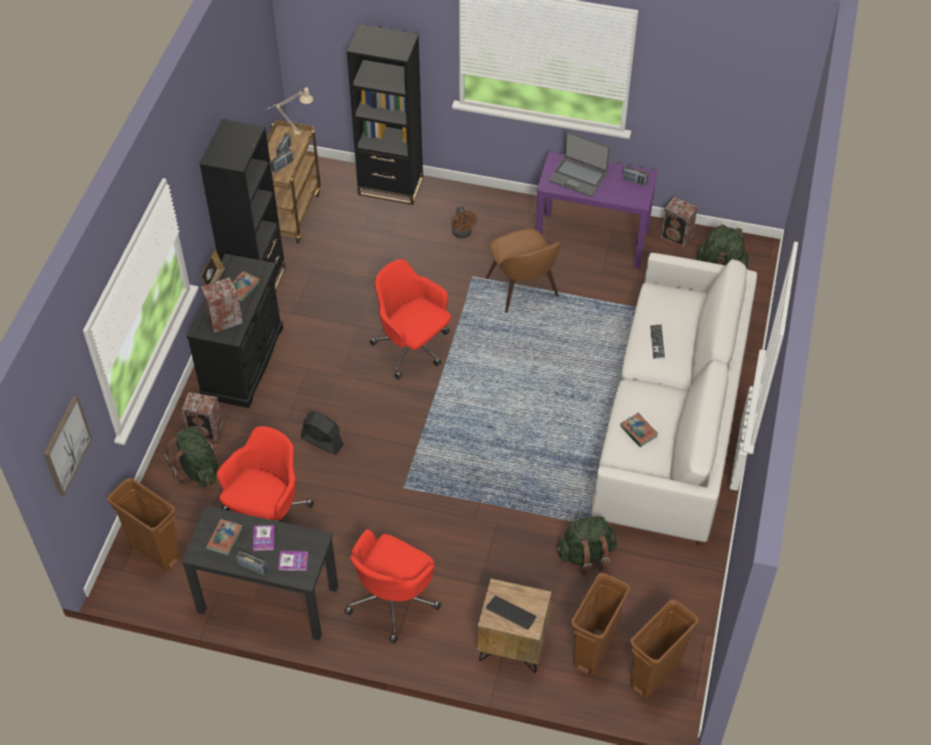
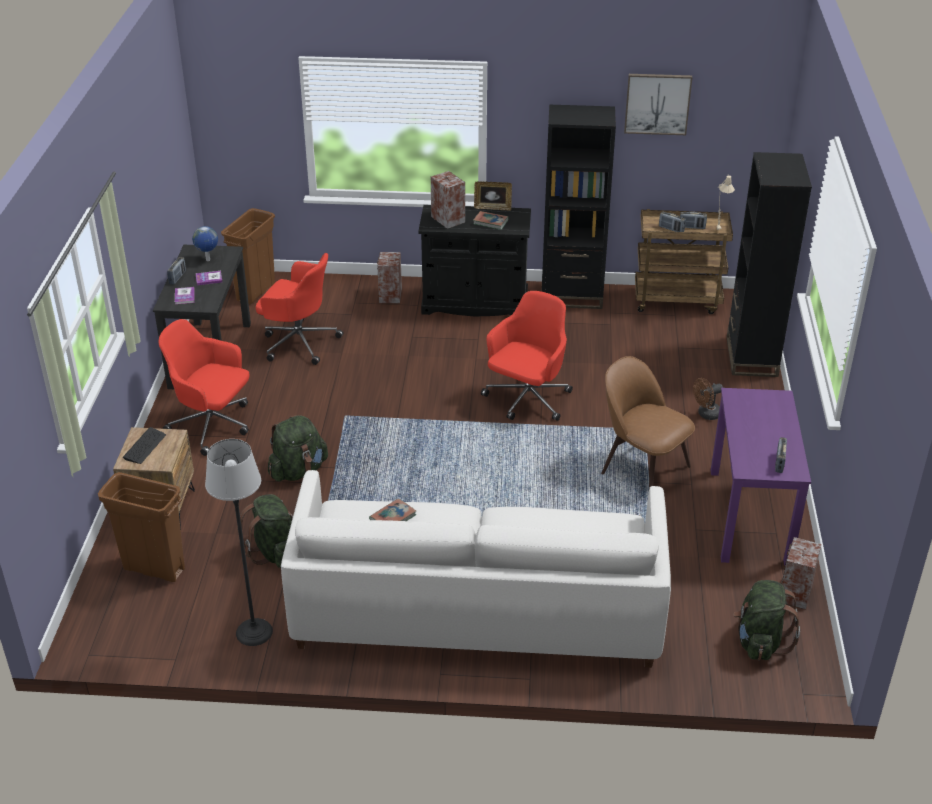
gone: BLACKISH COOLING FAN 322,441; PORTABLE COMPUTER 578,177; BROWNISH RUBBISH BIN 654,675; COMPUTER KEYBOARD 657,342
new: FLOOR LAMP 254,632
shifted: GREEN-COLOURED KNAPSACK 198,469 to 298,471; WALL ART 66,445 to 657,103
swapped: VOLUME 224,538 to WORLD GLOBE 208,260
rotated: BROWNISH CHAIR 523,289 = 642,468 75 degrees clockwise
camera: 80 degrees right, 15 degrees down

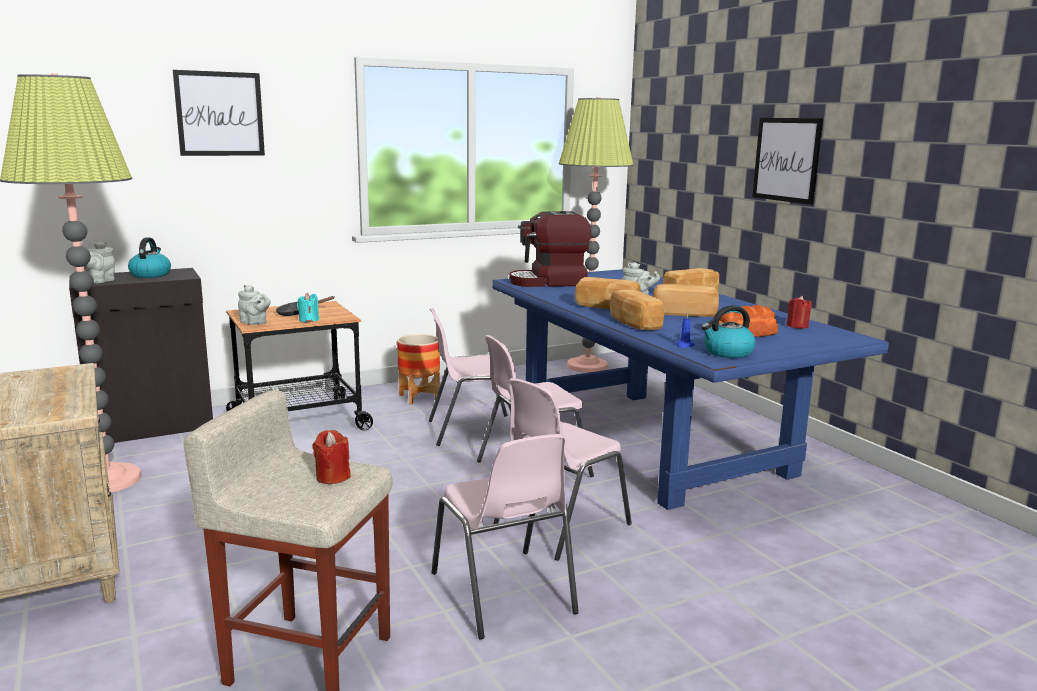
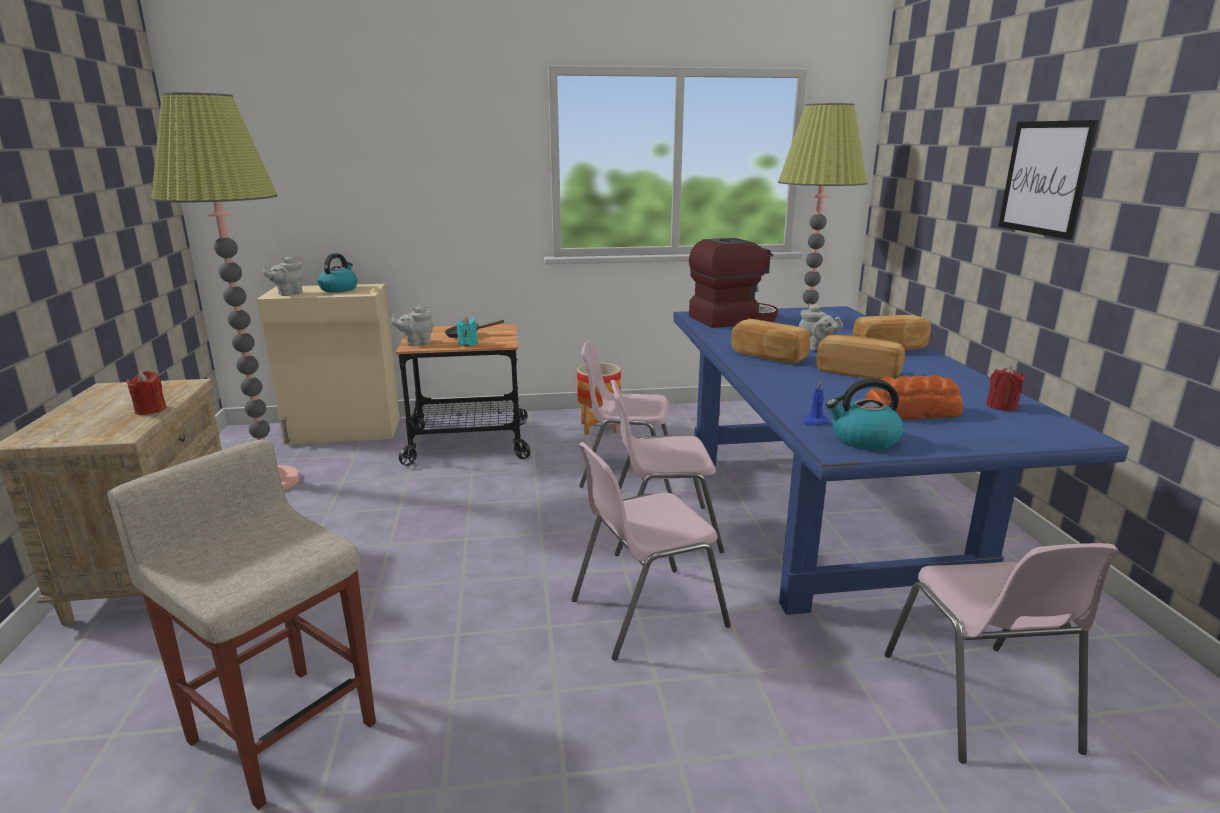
gone: WALL ART 220,114; BAKED BREAD 633,323
shifted: RED WAX LIGHT 333,477 to 150,410; PINK CHAIR 503,594 to 979,703
repainted: BLACKISH CABINET 153,427 to BEIGE-COLOURED CABINET 344,431
rotated: GREYISH POT FOR TEA 255,323 = 416,343 105 degrees clockwise; COFFEE MAKER 549,282 = 733,319 150 degrees clockwise
camera: 20 degrees right, 5 degrees up

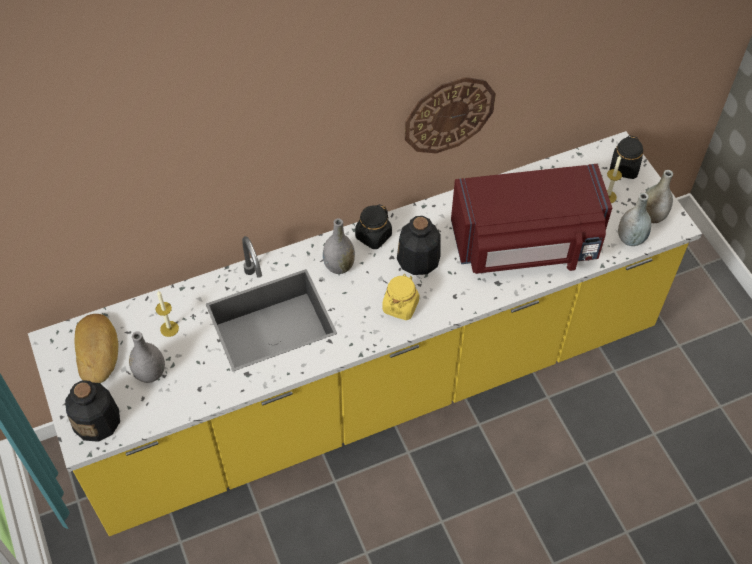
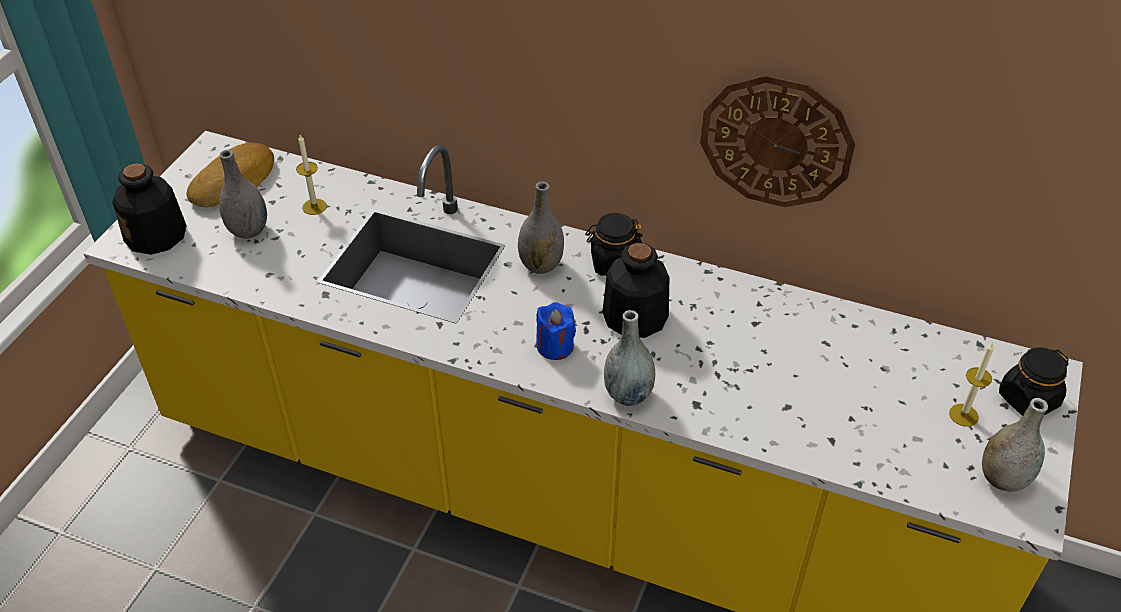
gone: RED MICROWAVE OVEN 526,245
shifted: GREYISH DECORATIVE VASE 630,239 to 628,395
swapped: YELLOWISH STORAGE JAR 400,306 to BLUE WAX LIGHT 555,346
camera: 45 degrees right, 10 degrees down

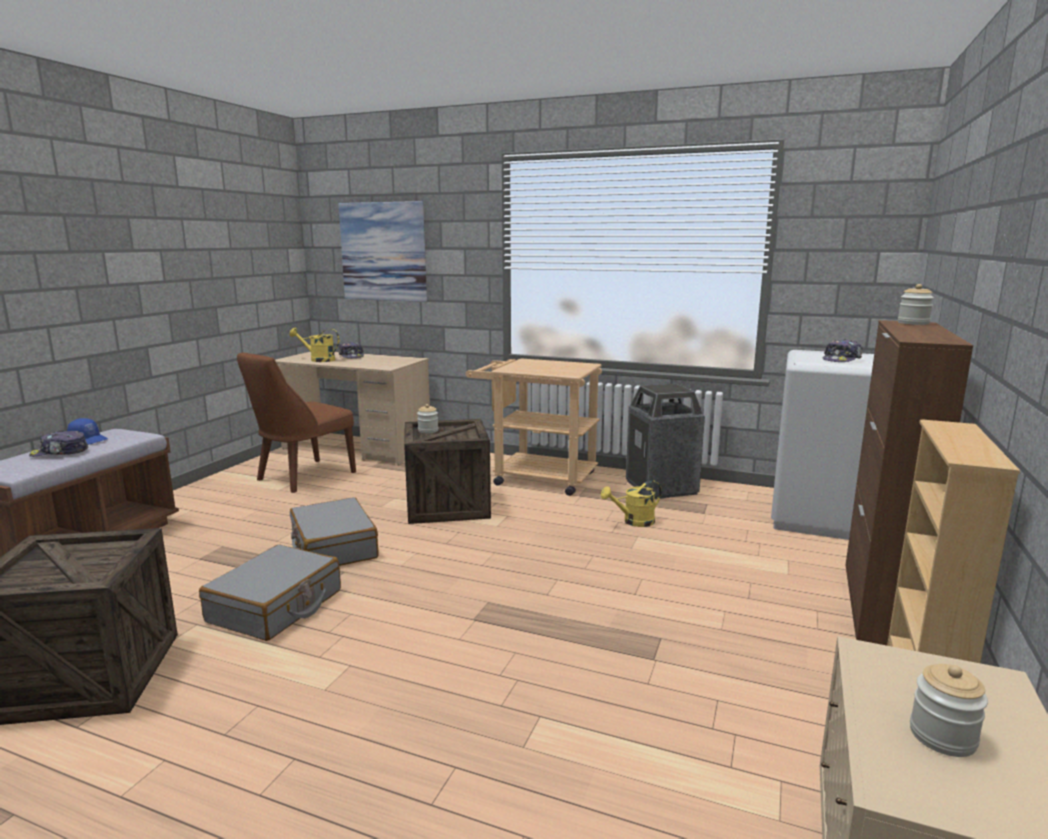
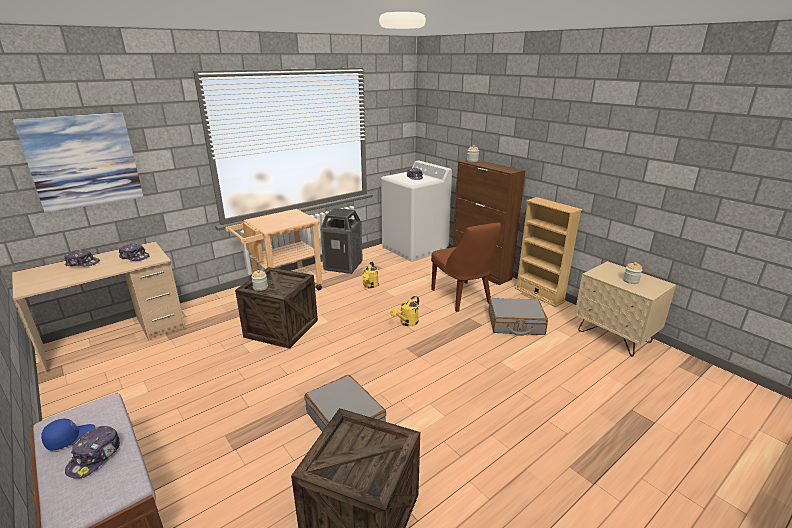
new: PEAKED CAP 135,257
shifted: YELLOWISH WATERING CAN 318,360 to 407,323; BROWNISH CHAIR 302,477 to 462,298; GREYISH TRAVEL CASE 333,547 to 515,324
camera: 60 degrees left, 10 degrees up

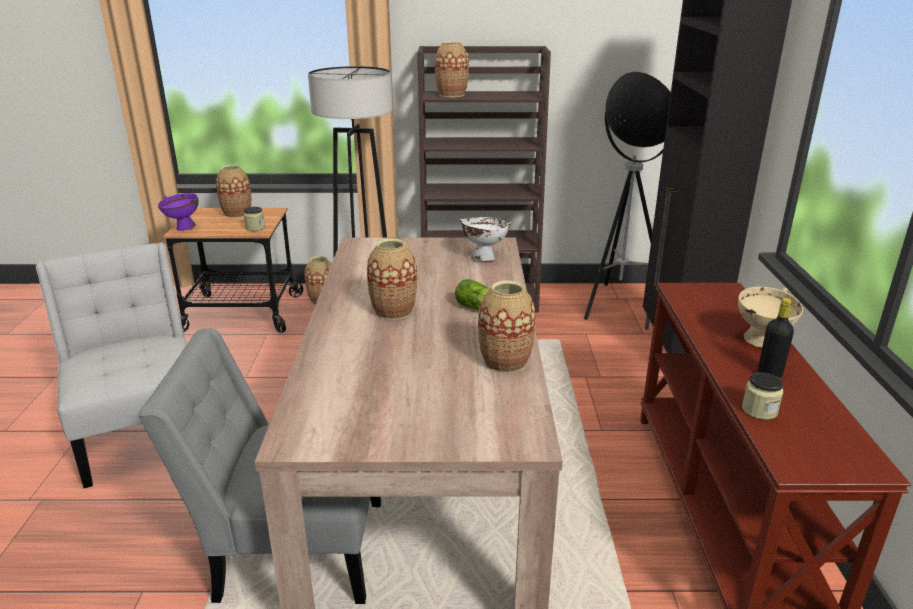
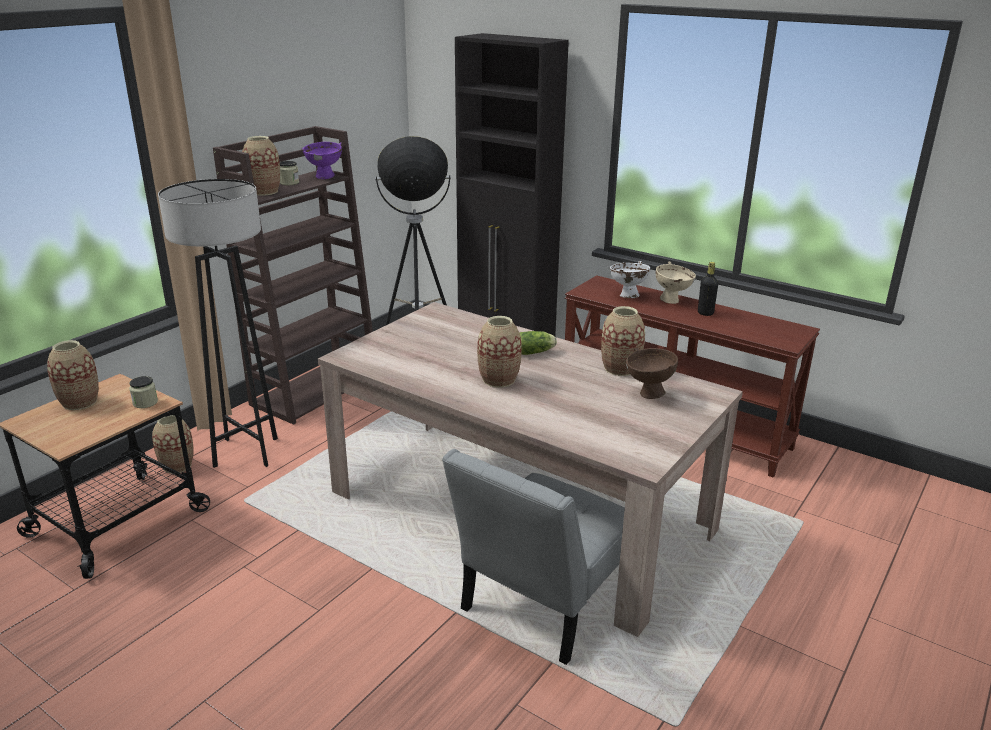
gone: WHITE-COLOURED CHAIR 143,432
new: BROWNISH DEEP DISH 649,395
shifted: STORAGE JAR 759,410 to 289,183; PURPLE-COLOURED DEEP DISH 183,228 to 325,177; WHITE-COLOURED DEEP DISH 483,257 to 627,296
camera: 55 degrees left, 0 degrees up

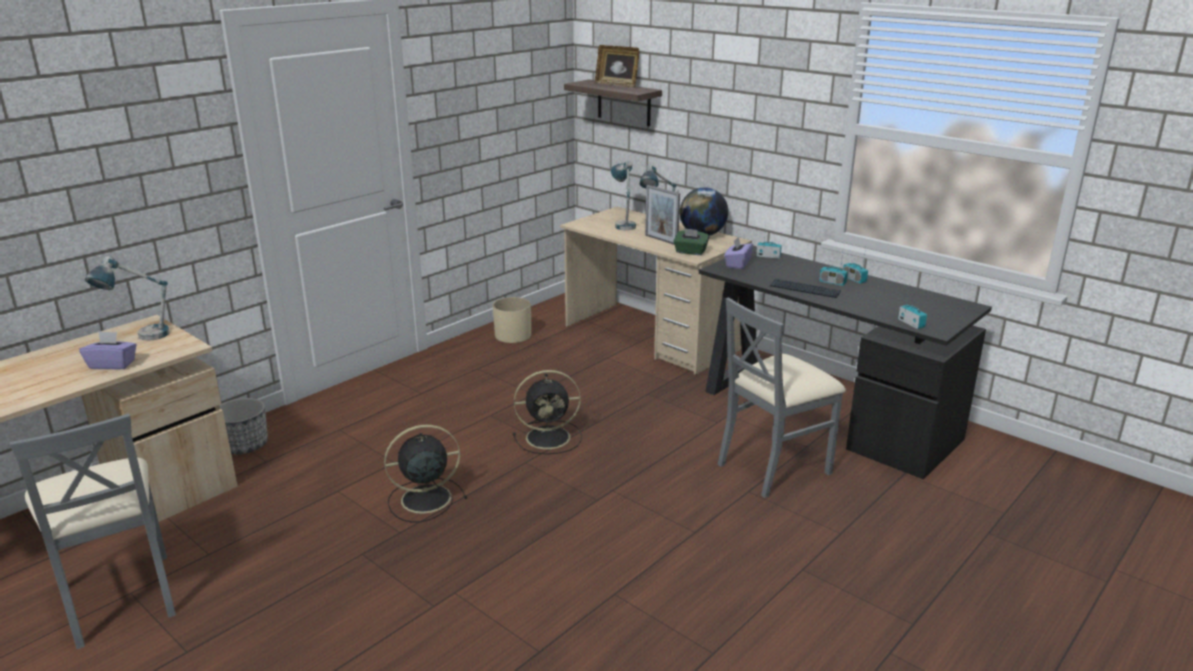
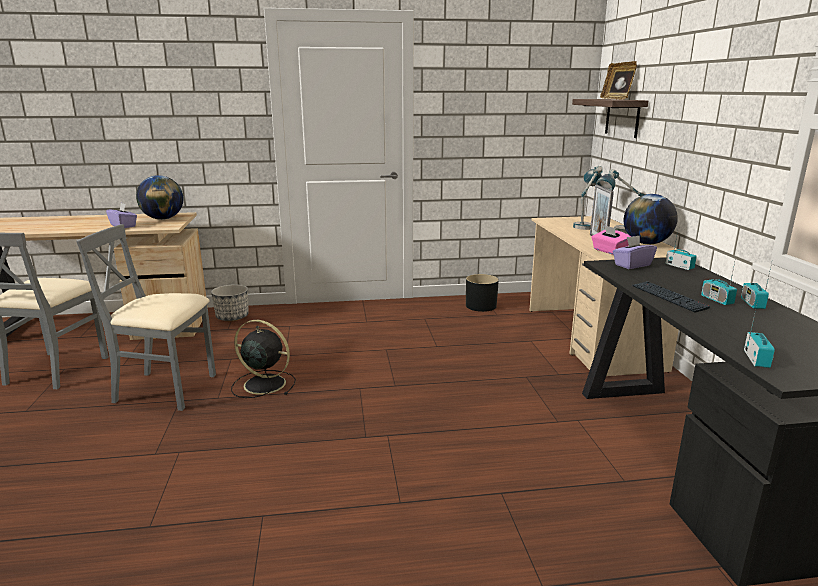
gone: BLACKISH COOLING FAN 550,437
shifted: GREYISH CHAIR 773,467 to 166,389
swapped: TABLE LAMP 140,338 to WORLD GLOBE 163,219
repainted: BEIGE-COLOURED PLANT POT 513,335 to BLACKISH PLANT POT 481,306; GREEN-COLOURED BOX OF TISSUES 690,252 to PINK BOX OF TISSUES 609,251
camera: 40 degrees right, 5 degrees down

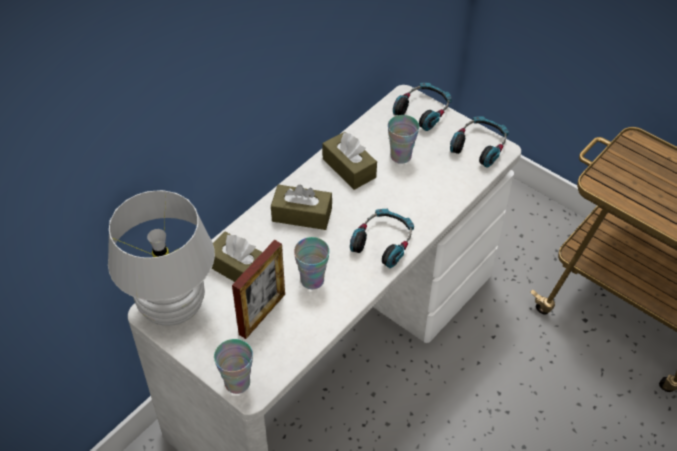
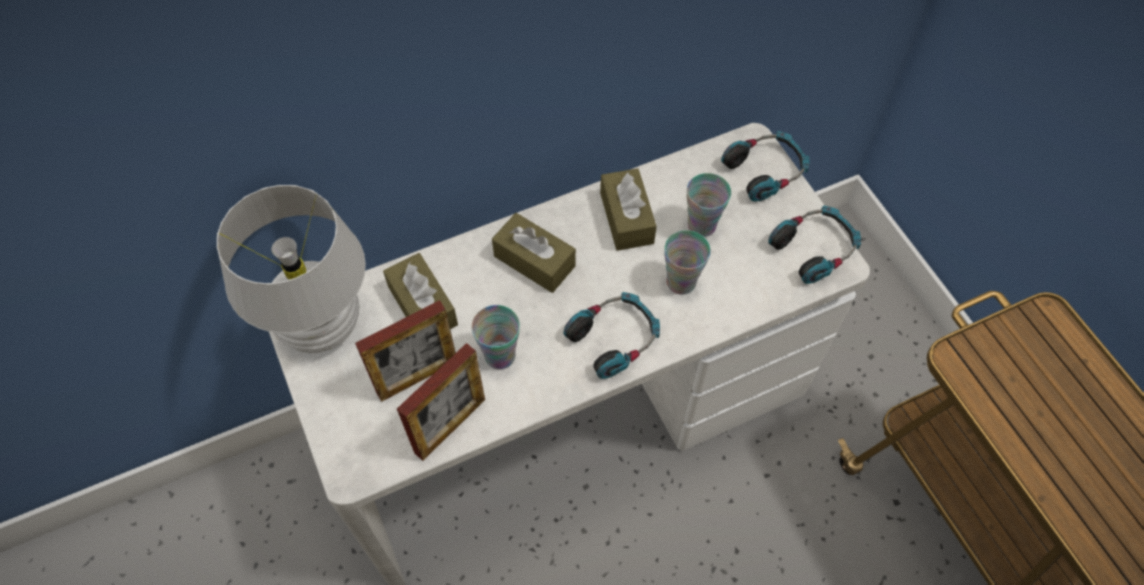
new: PICTURE FRAME 450,426
shifted: DRINKING CUP 237,383 to 681,282
camera: 25 degrees right, 10 degrees up

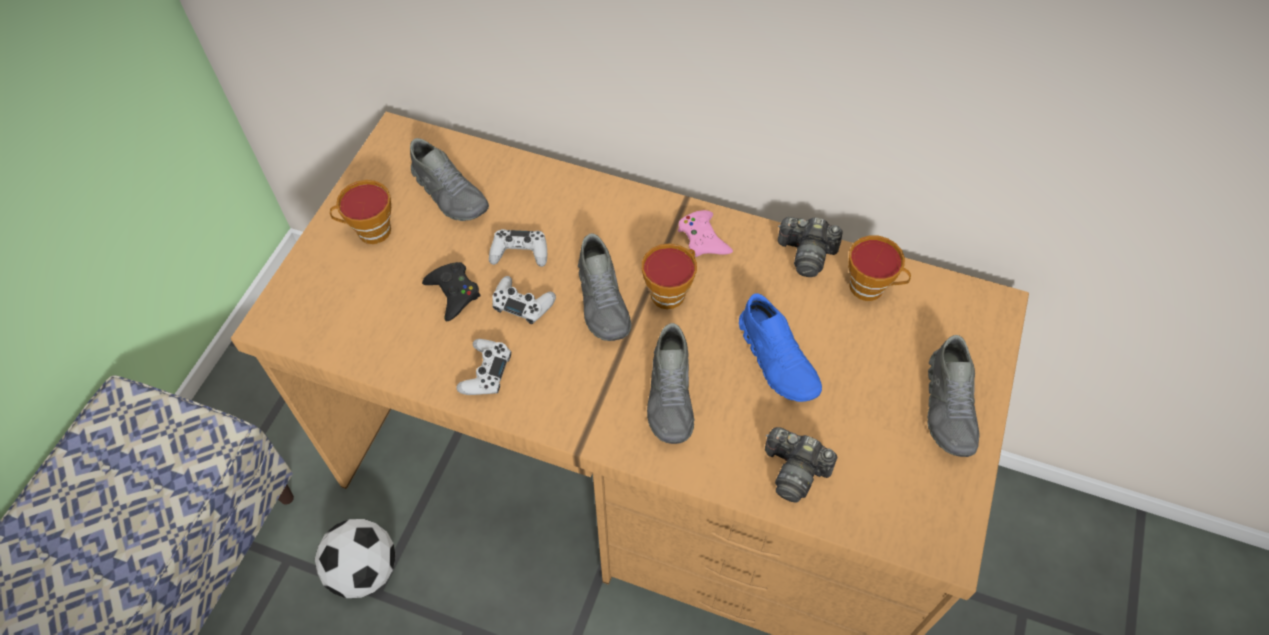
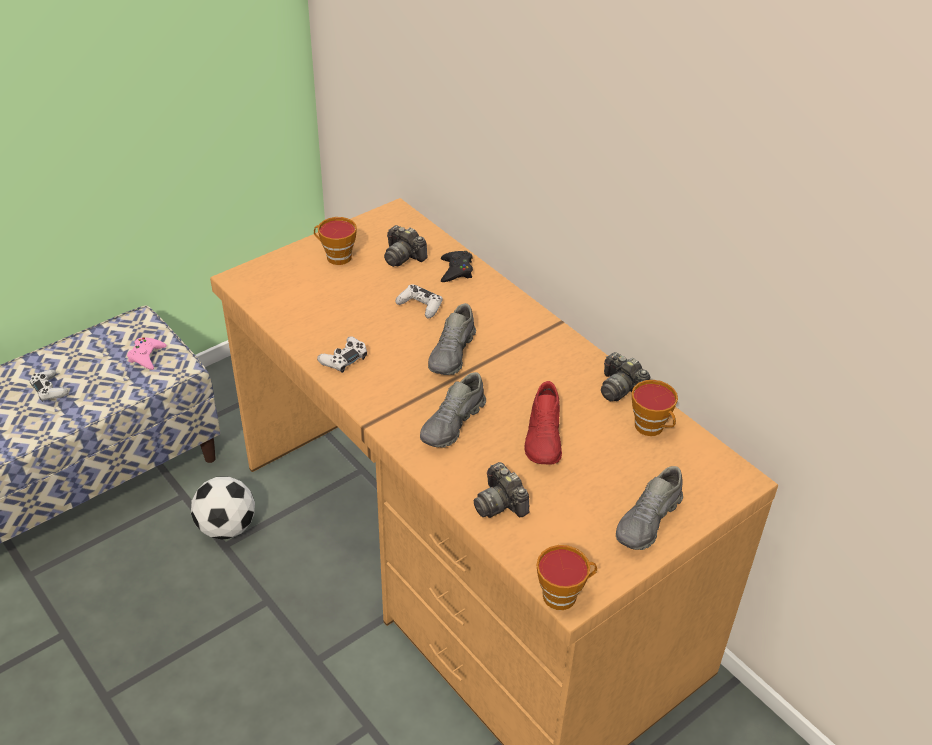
shifted: WHITE-COLOURED GAME CONTROLLER 522,304 to 49,389; PINK GAME CONTROLLER 703,239 to 146,356; BLACKISH GAME CONTROLLER 453,293 to 456,270; DRINKING CUP 670,291 to 563,594
swapped: GREYISH LOW SHOE 450,193 to PHOTO CAMERA 403,256
repainted: BLUE LOW SHOE 777,359 to RED LOW SHOE 544,437
camera: 30 degrees right, 15 degrees down

